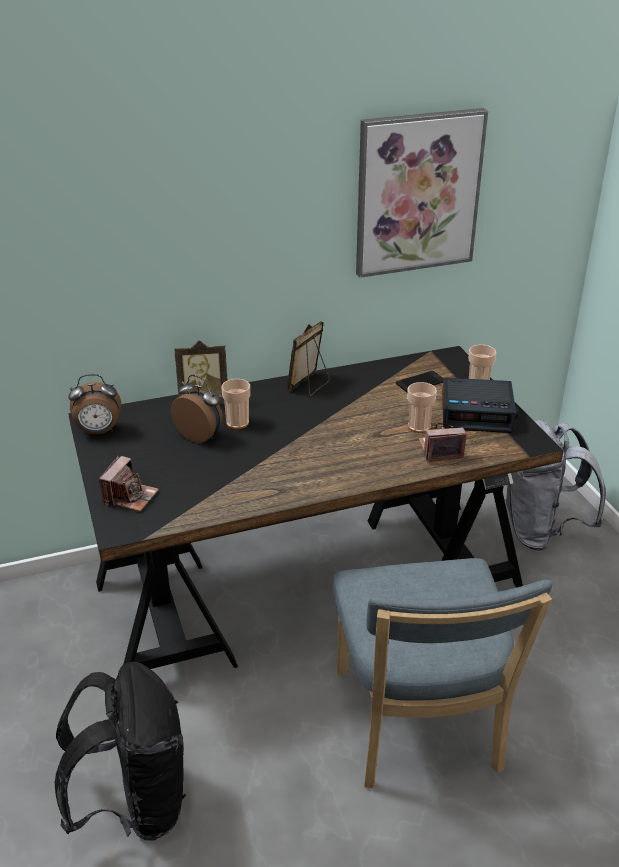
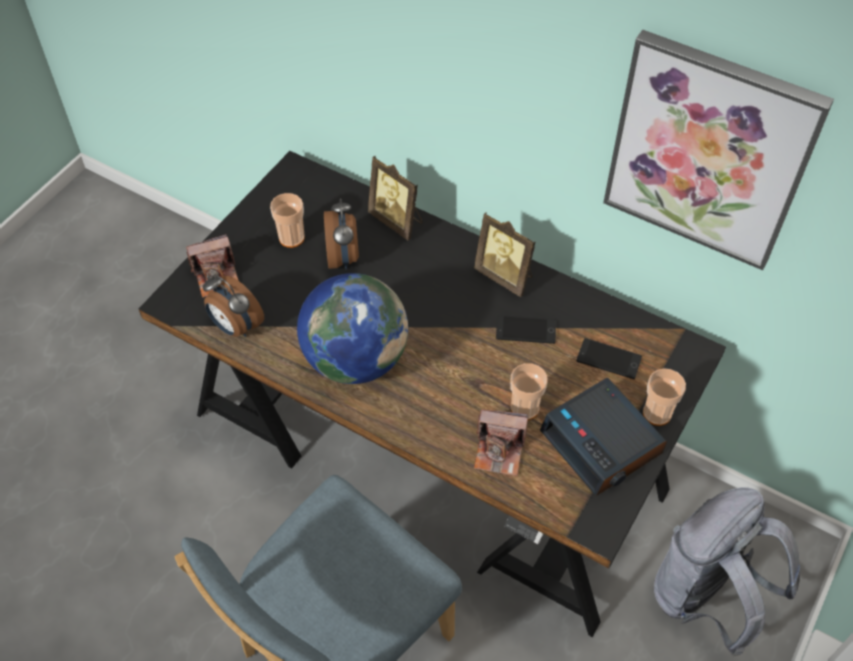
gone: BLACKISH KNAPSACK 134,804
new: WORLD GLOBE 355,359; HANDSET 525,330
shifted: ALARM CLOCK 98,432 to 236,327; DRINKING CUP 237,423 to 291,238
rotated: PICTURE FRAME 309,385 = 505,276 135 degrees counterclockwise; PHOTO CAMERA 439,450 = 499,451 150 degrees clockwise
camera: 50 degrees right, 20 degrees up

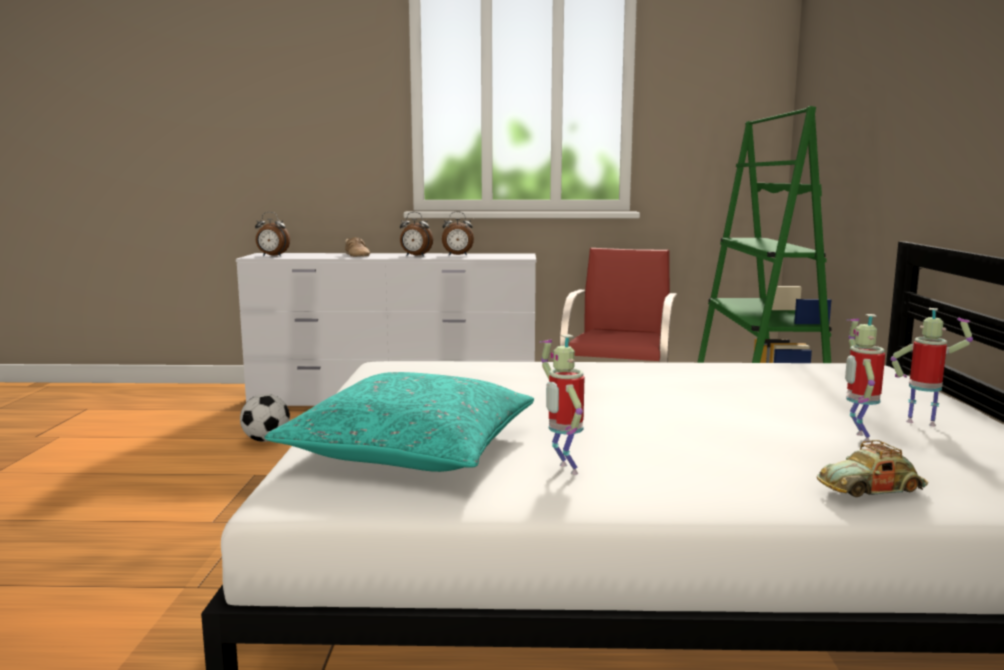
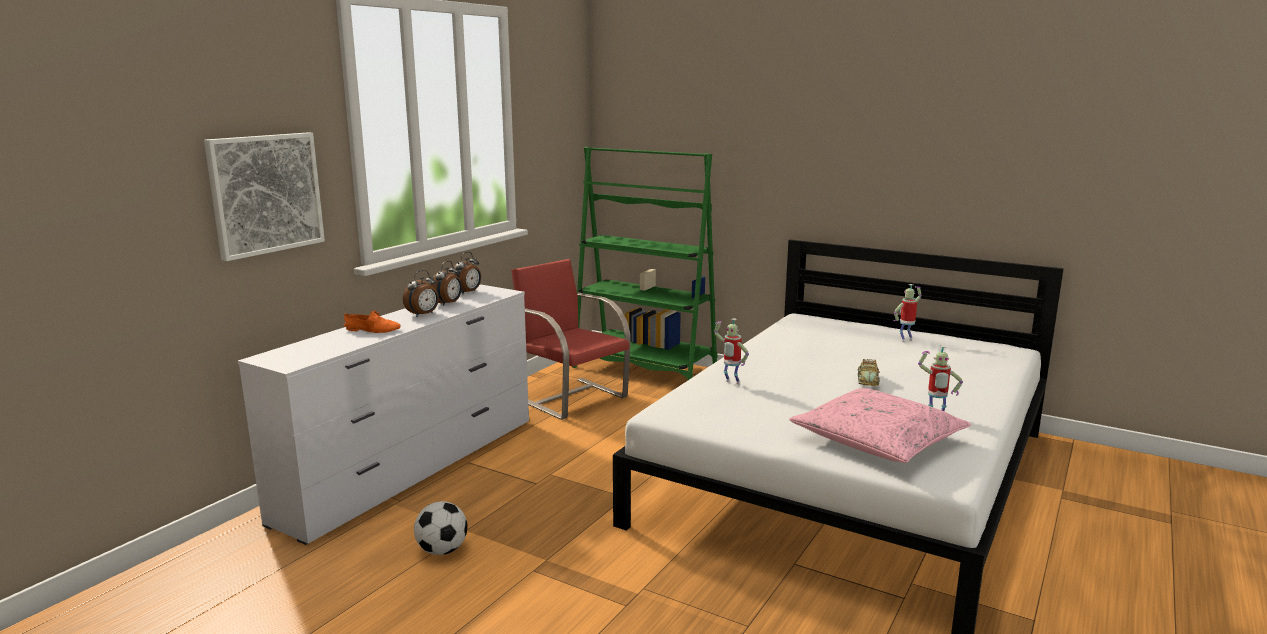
new: WALL ART 266,194
shifted: ALARM CLOCK 272,256 to 468,292; MODEL ROBOT 858,437 to 730,383; MINIATURE CAR 871,488 to 867,380
repainted: BEIGE-COLOURED LOW SHOE 358,255 to ORANGE-COLOURED LOW SHOE 373,330; TURQUOISE THROW PILLOW 412,448 to PINK THROW PILLOW 877,441
camera: 60 degrees left, 5 degrees up

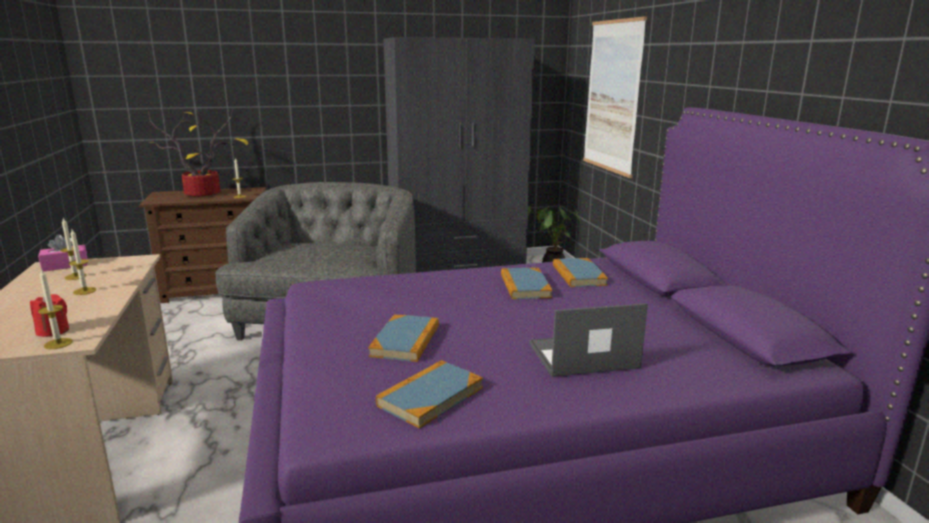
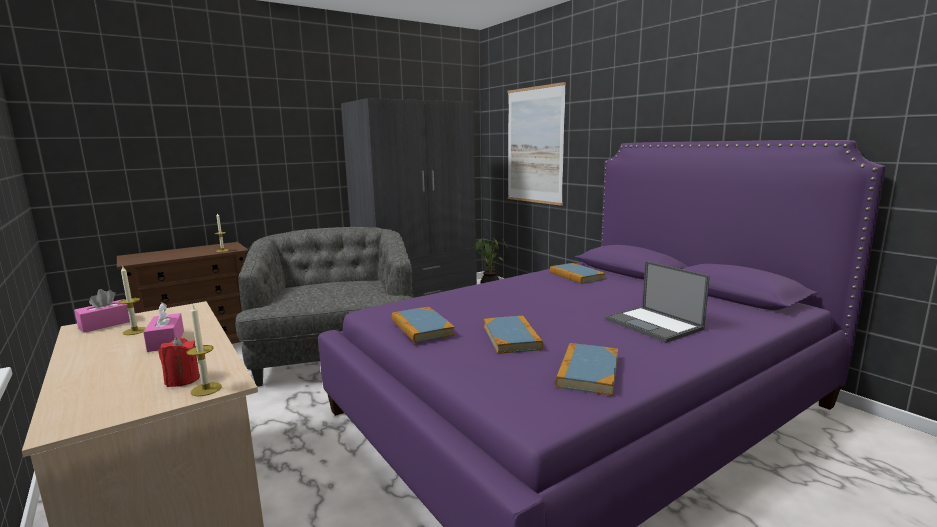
gone: POTTED PLANT 205,193
shifted: VOLUME 525,286 to 422,327
swapped: WAX LIGHT 84,291 to PINK BOX OF TISSUES 166,341
rotated: PORTABLE COMPUTER 582,356 = 654,325 90 degrees counterclockwise
camera: 20 degrees left, 5 degrees down

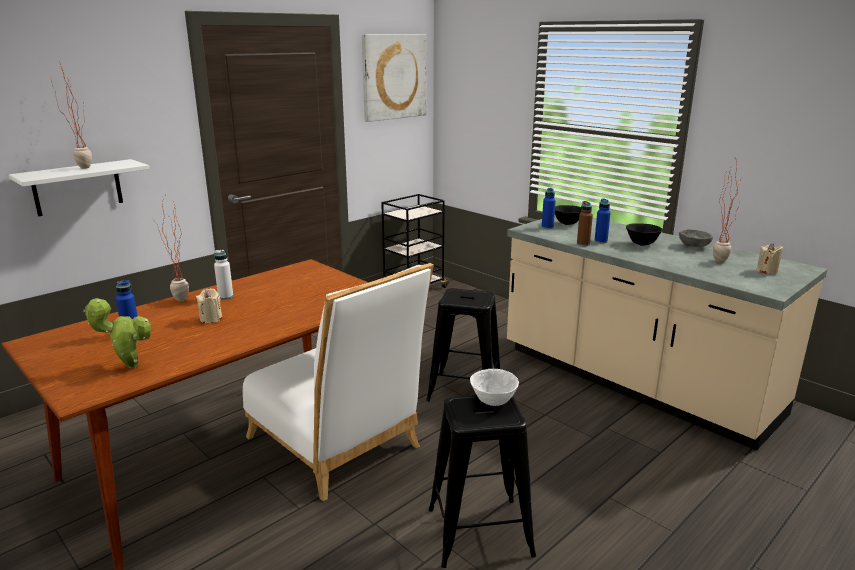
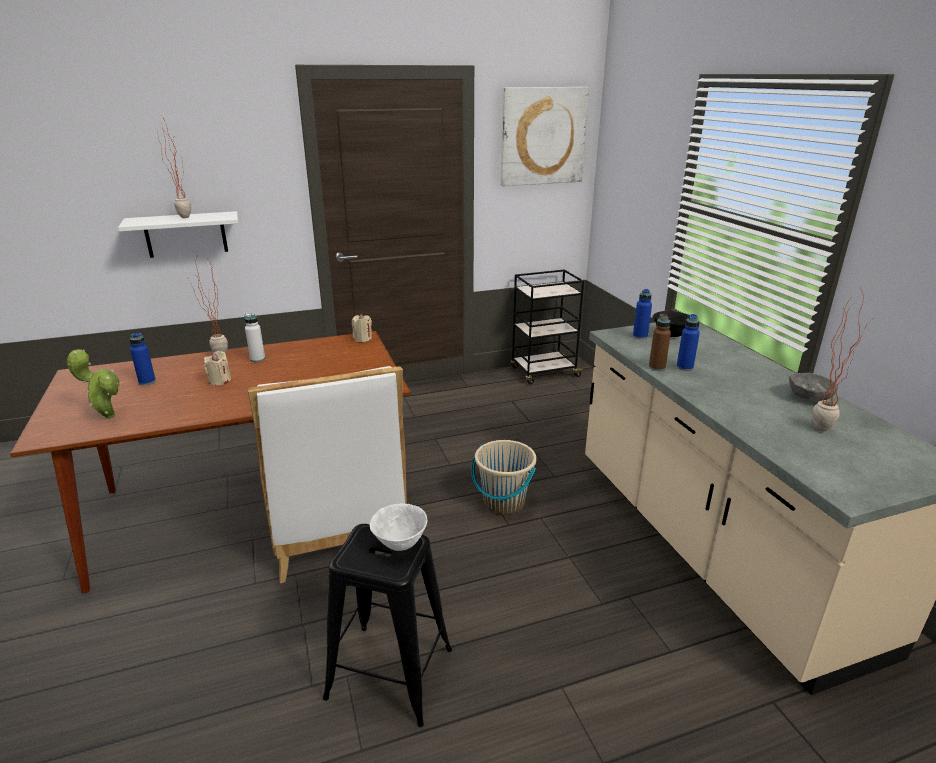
gone: BLACKISH DEEP DISH 641,244
shifted: BEIGE-COLOURED WAX LIGHT 767,271 to 362,339
swapped: BLACKISH STOOL SEAT 464,390 to BEIGE-COLOURED BUCKET 503,502
camera: 25 degrees right, 5 degrees up

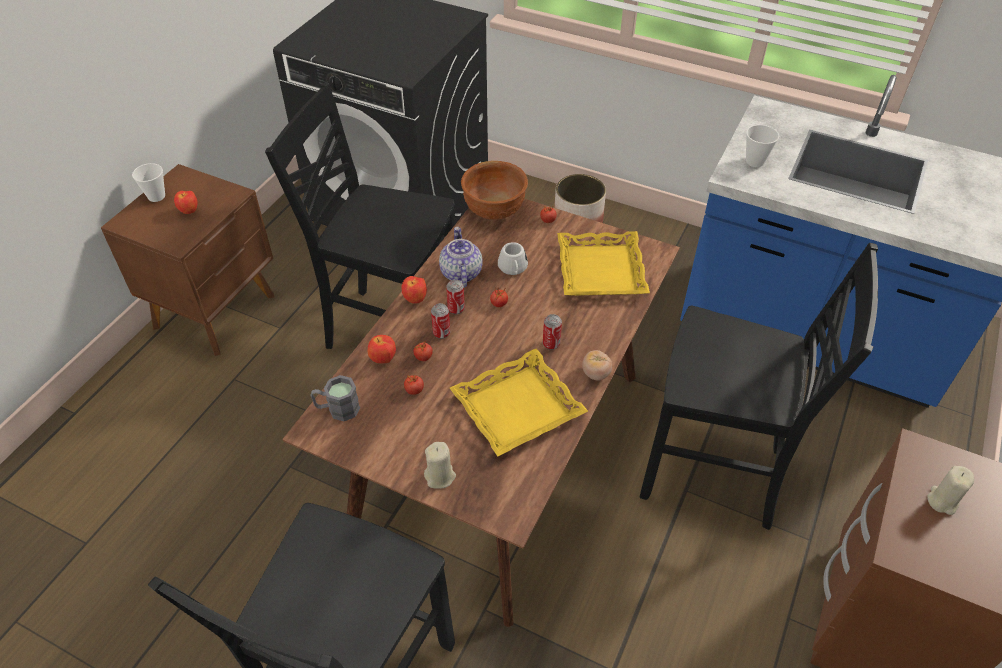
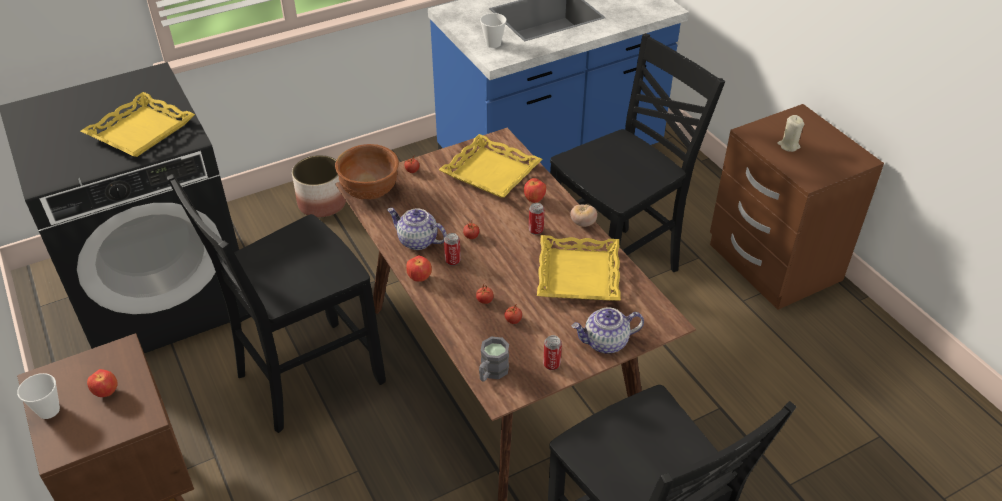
gone: WHITE-COLOURED TEA MUG 513,269
new: YELLOWISH TRAY 140,131
shifted: APPLE FRUIT 383,359 to 534,200; METAL CAN 441,333 to 551,364
swapped: BEIGE-COLOURED WAX LIGHT 440,476 to POT FOR TEA 605,342
camera: 55 degrees left, 5 degrees down

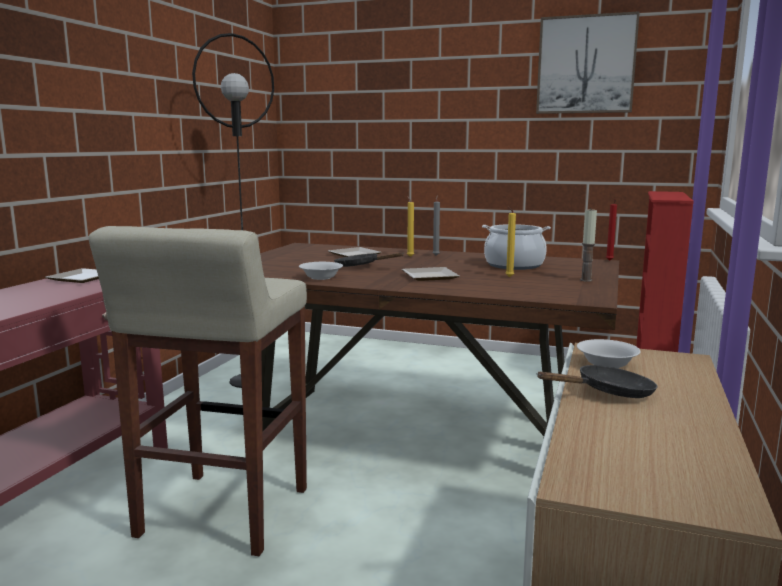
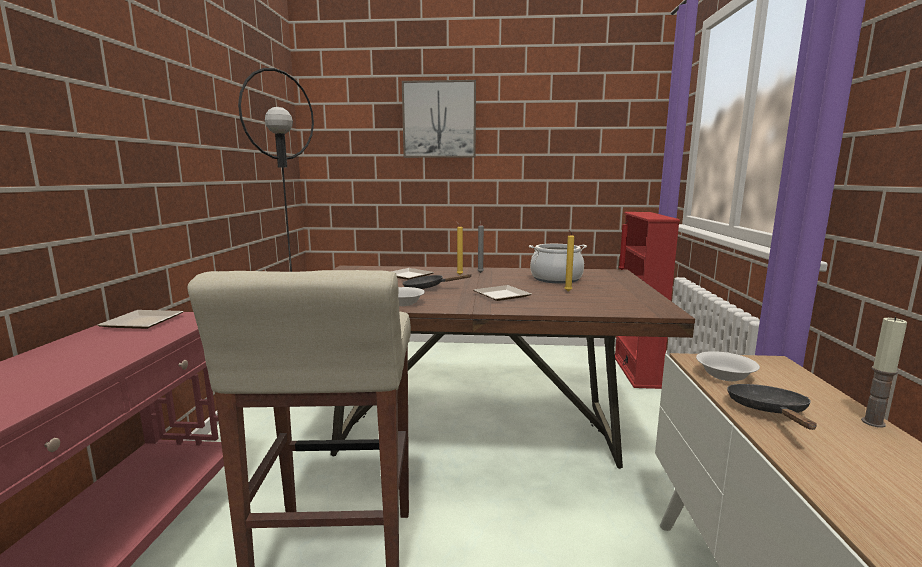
shifted: WALL ART 586,65 to 439,120; WAX LIGHT 586,280 to 873,422
rotated: BLACKISH SKILLET 608,393 = 769,412 45 degrees counterclockwise
camera: 15 degrees left, 0 degrees up

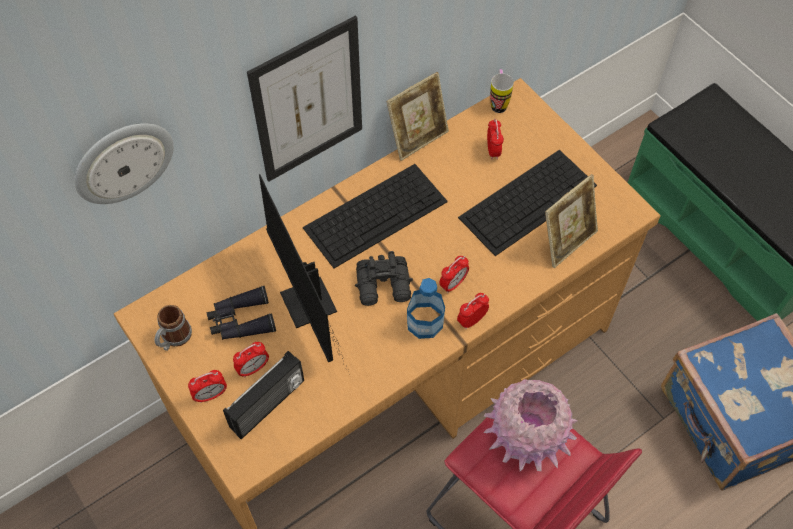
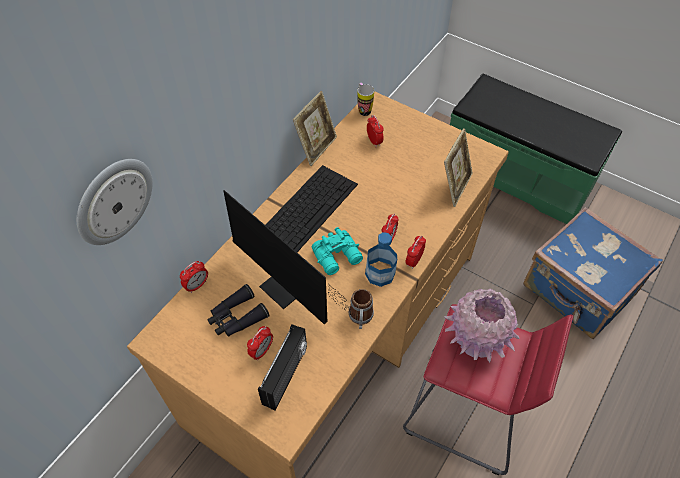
gone: WALL ART 308,101; COMPUTER KEYBOARD 528,200
shifted: ALARM CLOCK 211,395 to 197,285; TEA MUG 173,339 to 360,319
repainted: BLACKISH BINOCULARS 384,286 to TURQUOISE BINOCULARS 338,257
camera: 20 degrees left, 5 degrees down

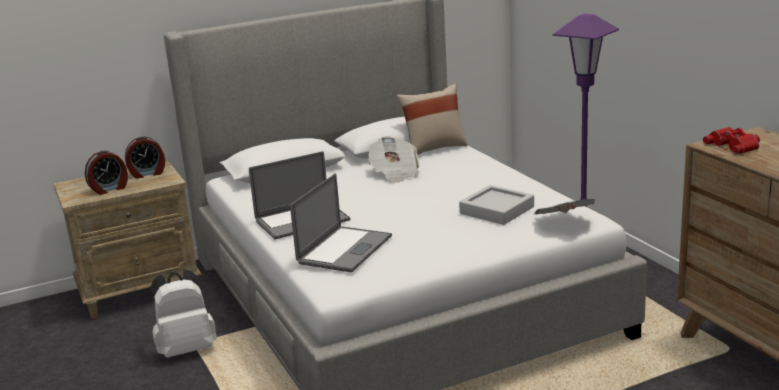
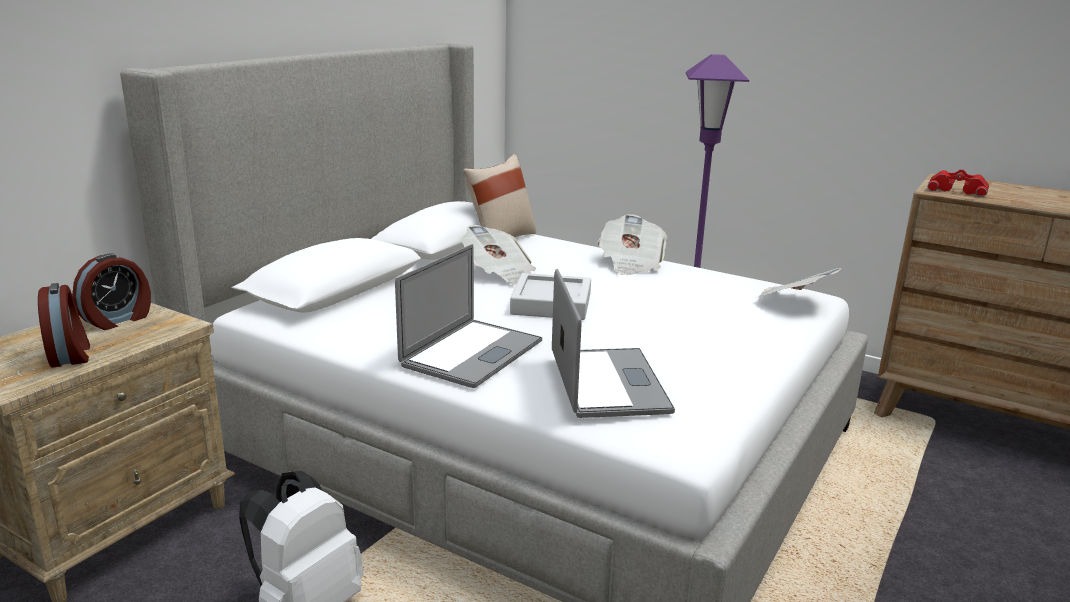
new: DAILY PAPER 630,264
shifted: GREYISH TRAY 496,210 to 551,304
rotated: ALARM CLOCK 109,189 = 70,355 45 degrees counterclockwise
camera: 35 degrees left, 0 degrees up

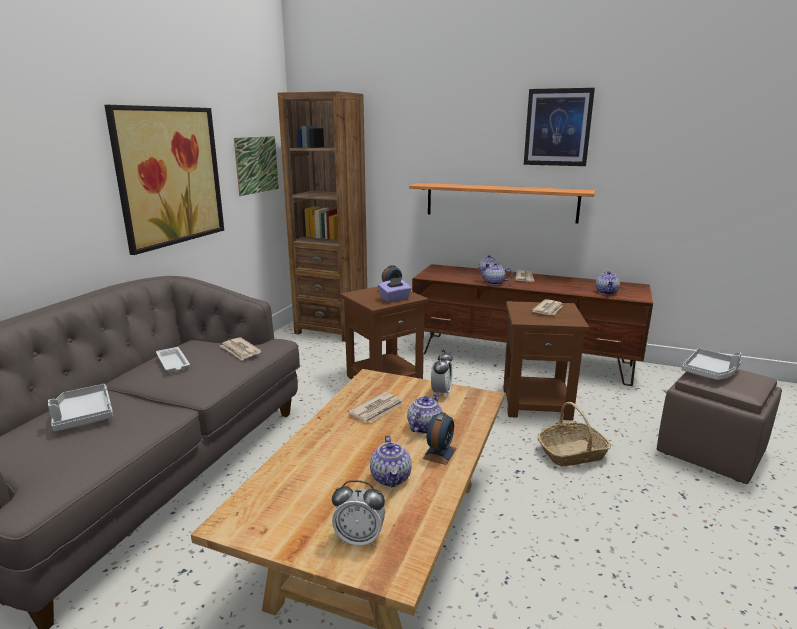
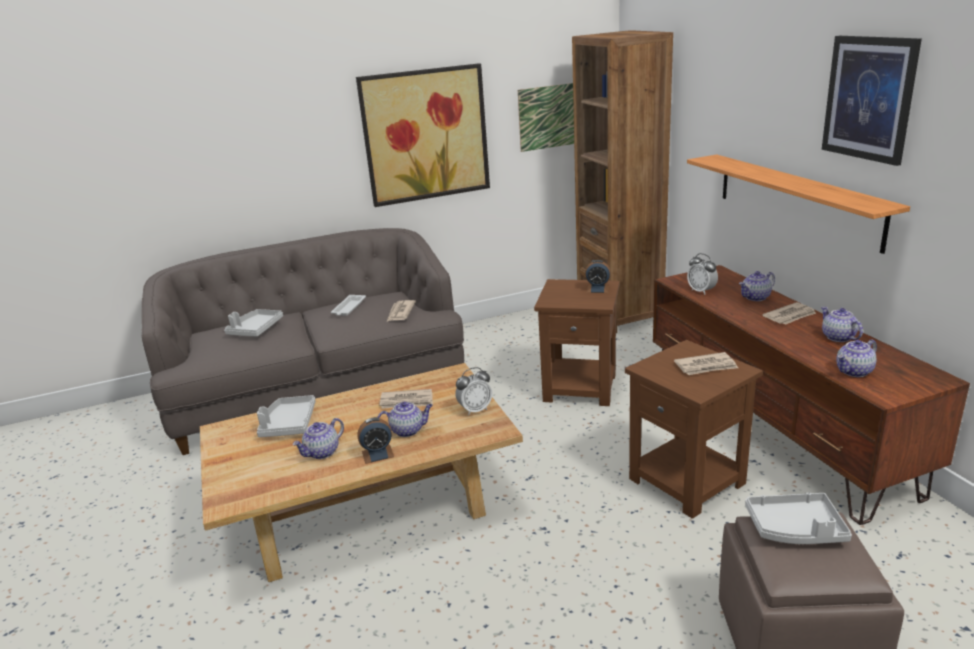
gone: PURPLE-COLOURED BOX OF TISSUES 395,299; HOUSEHOLD BASKET 572,453
new: GREYISH TRAY 288,424
shifted: ALARM CLOCK 359,539 to 701,291; POT FOR TEA 494,283 to 837,337
camera: 50 degrees right, 5 degrees up

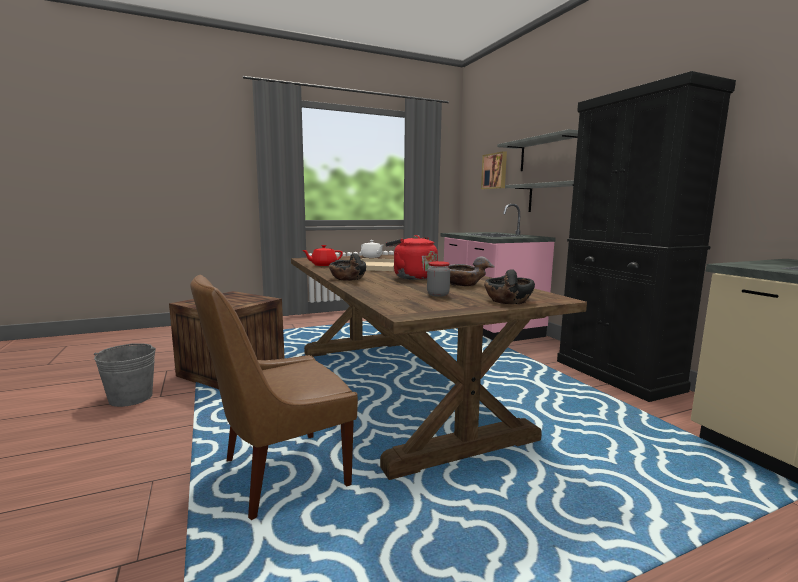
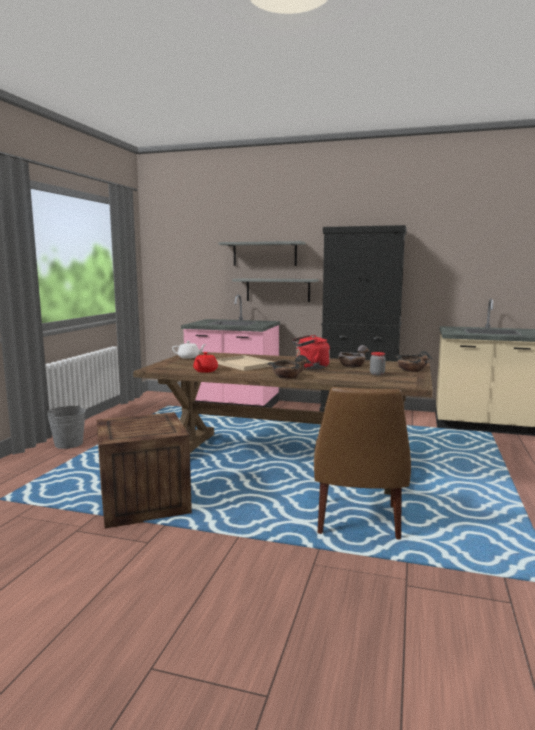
gone: WALL ART 495,171
shifted: GREYISH BUCKET 131,398 to 68,444
camera: 50 degrees left, 0 degrees up

